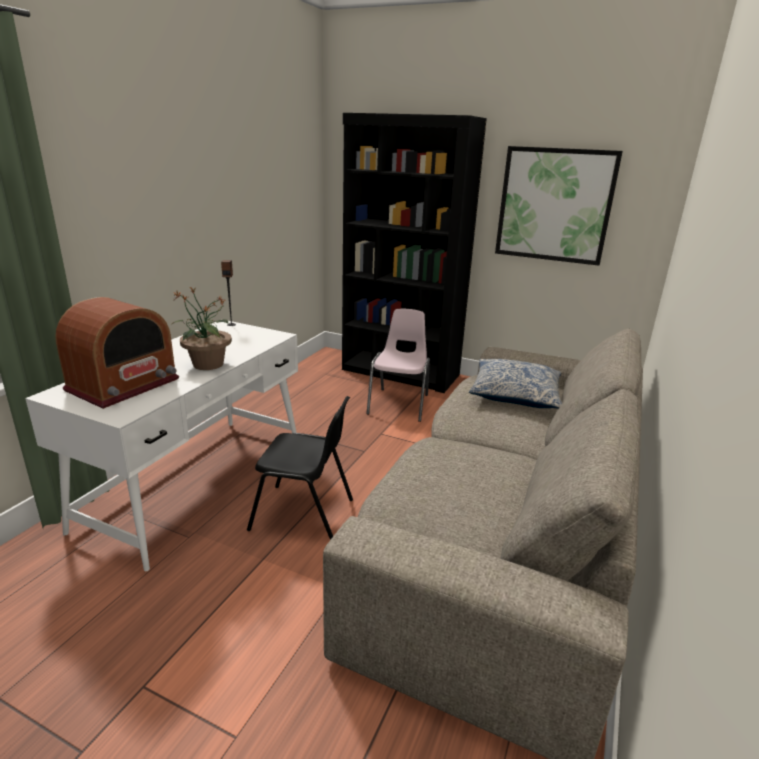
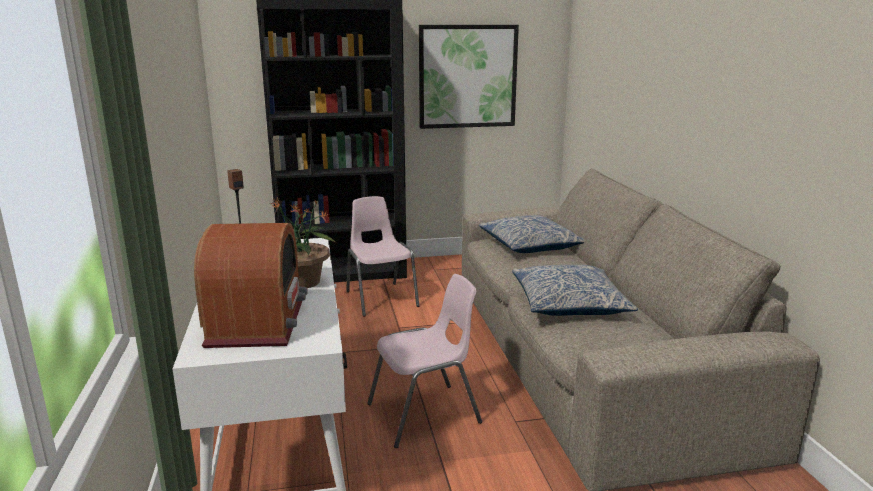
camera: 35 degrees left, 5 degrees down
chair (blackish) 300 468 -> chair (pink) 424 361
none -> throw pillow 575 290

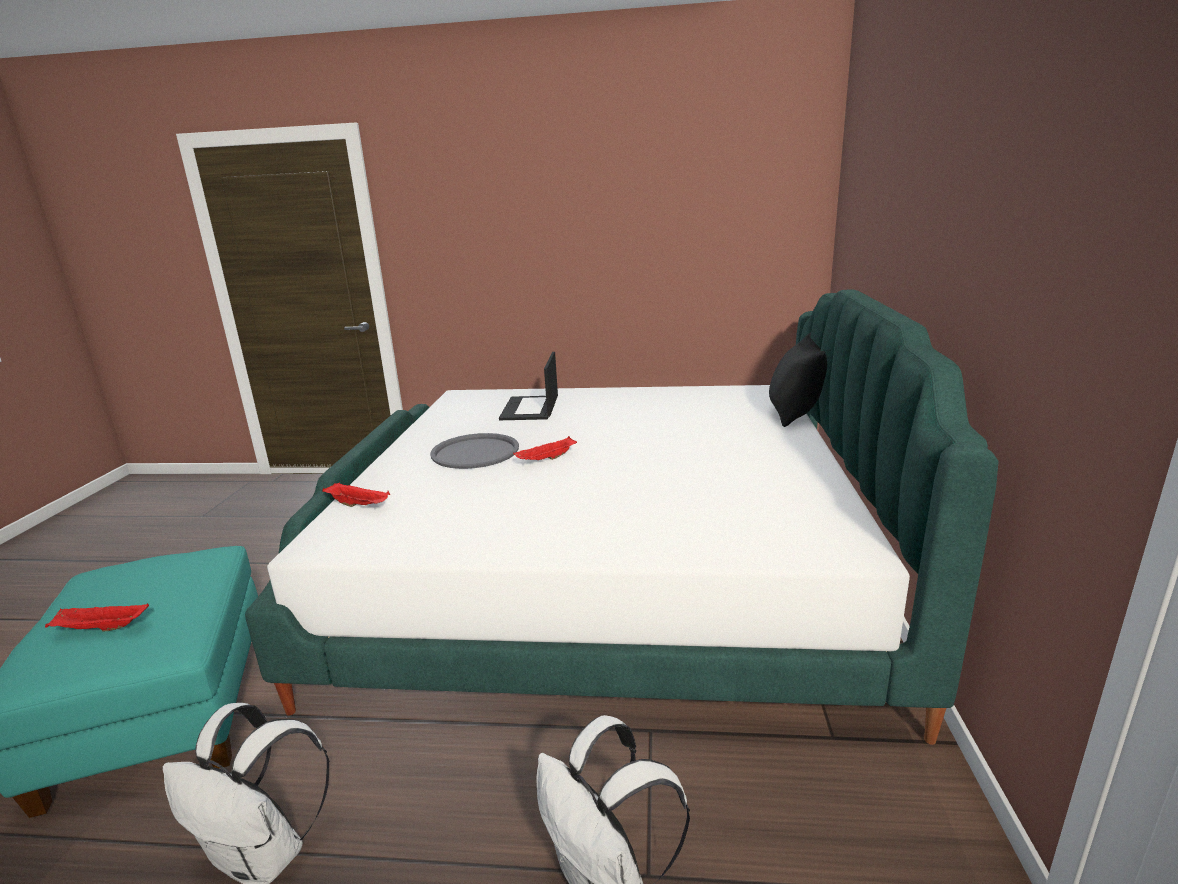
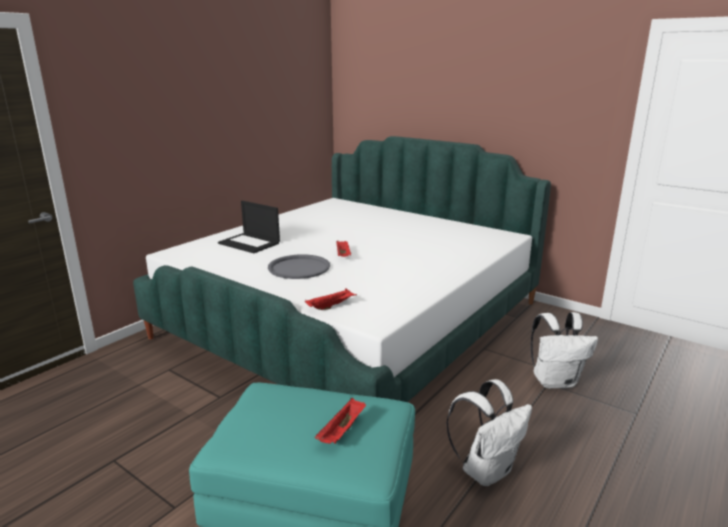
camera: 60 degrees left, 0 degrees up
throw pillow (blackish) 798 379 -> none

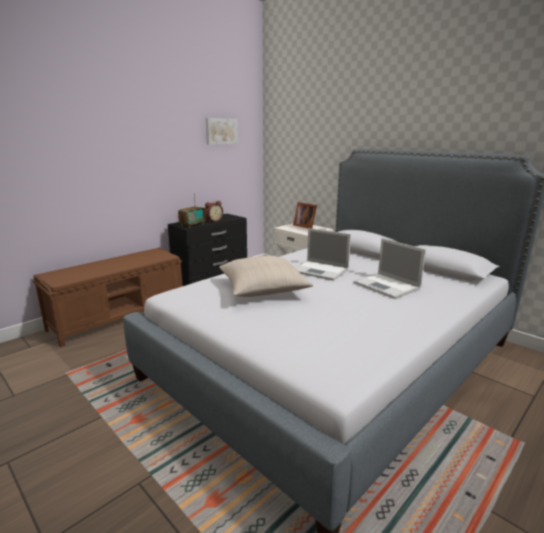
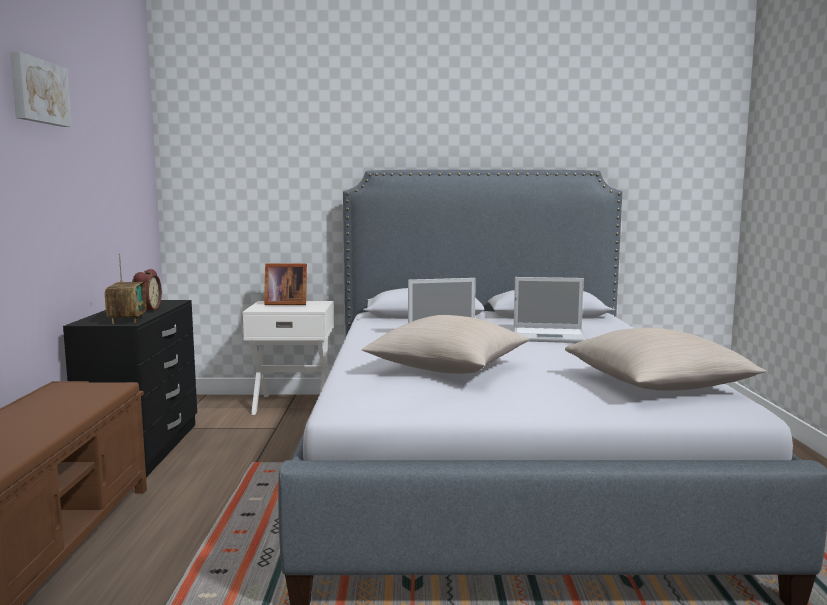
camera: 45 degrees left, 10 degrees down
wall picture 222 131 -> wall picture 41 89, move
none -> throw pillow (sand-coloured) 665 359

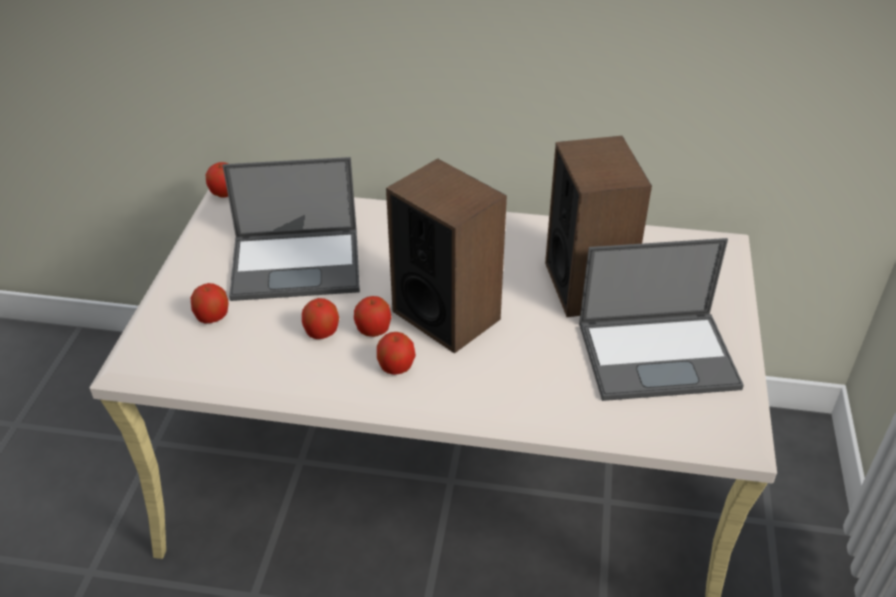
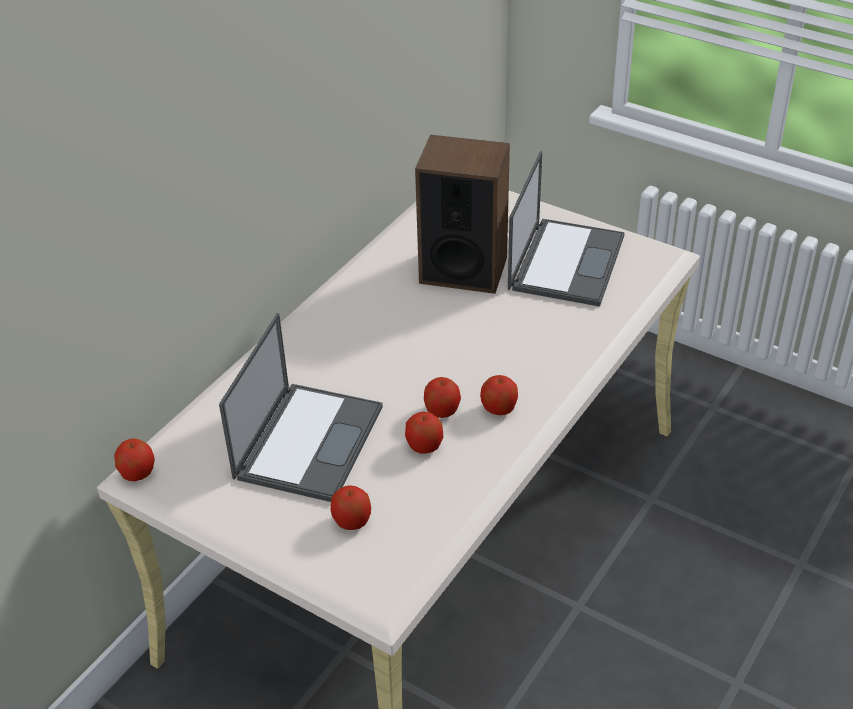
camera: 65 degrees left, 0 degrees up
speaker 446 256 -> none

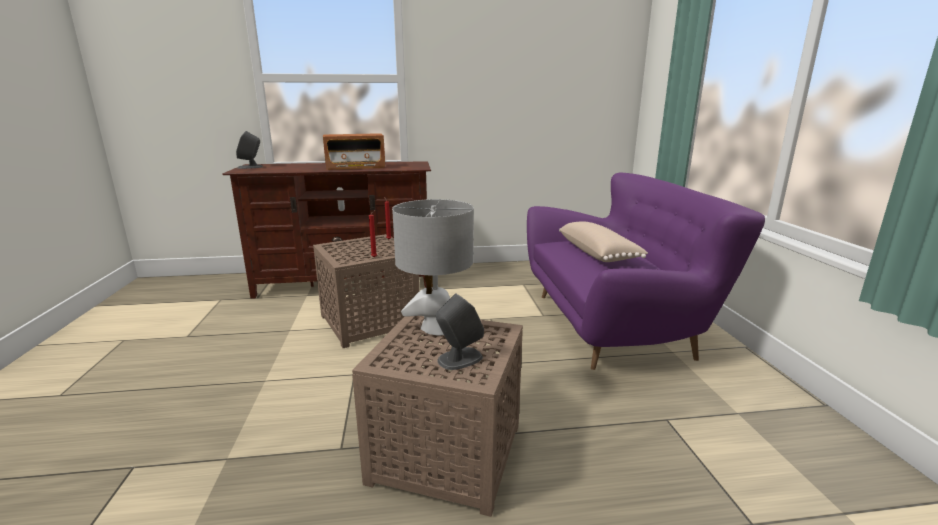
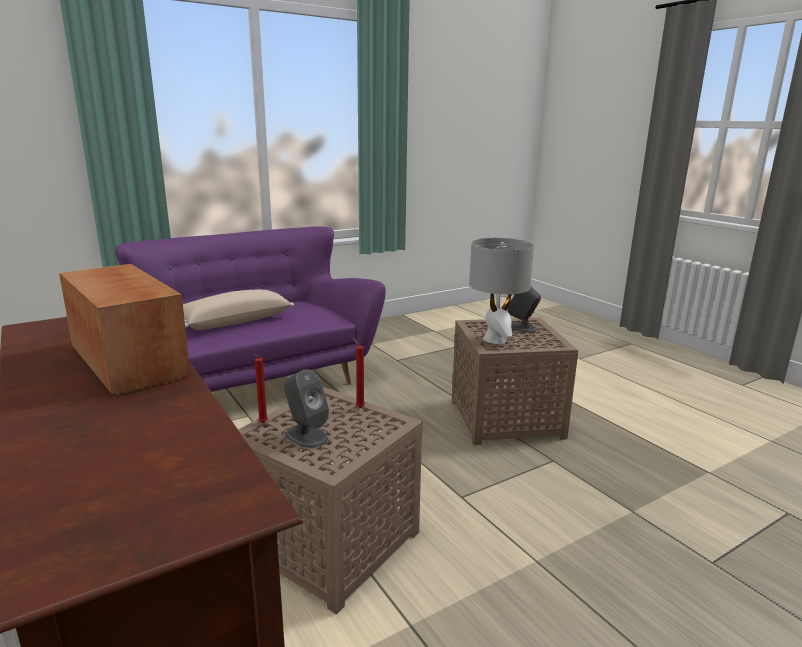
camera: 115 degrees left, 0 degrees up
speaker (gray) 249 150 -> speaker (gray) 306 408, move

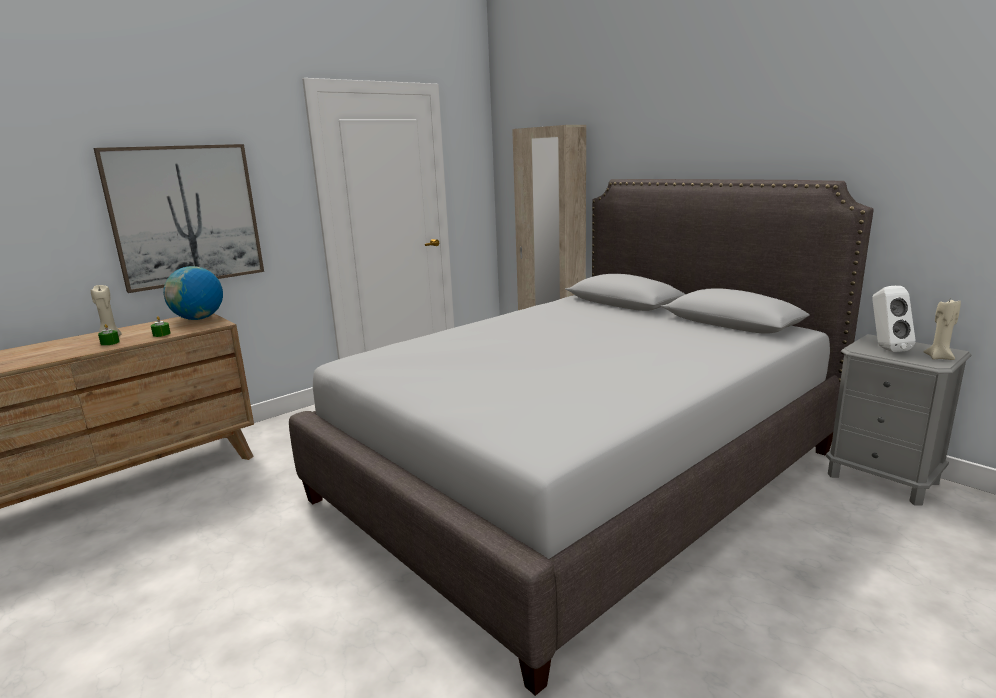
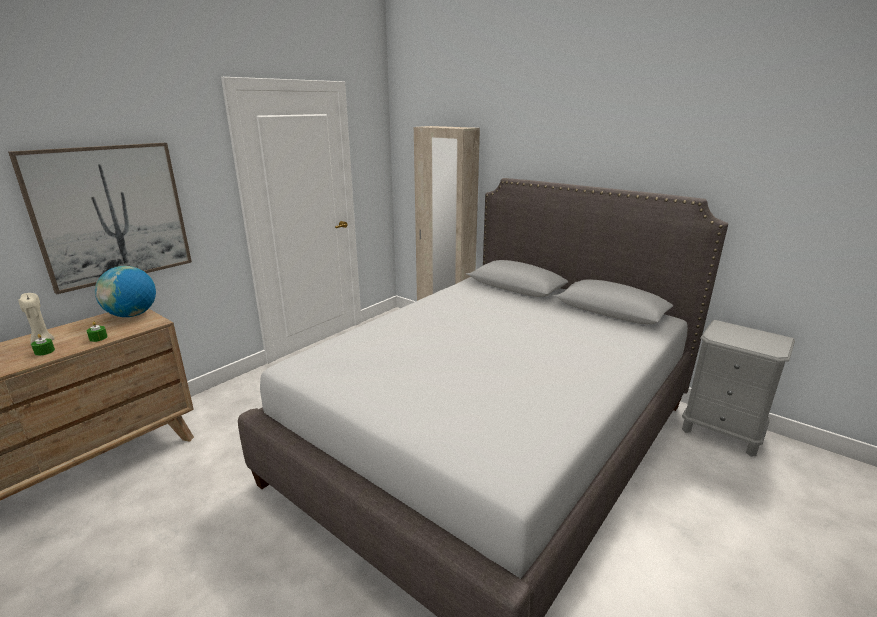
camera: 10 degrees left, 5 degrees up
speaker (whitish) 894 319 -> none
candle (sand-coloured) 942 330 -> none

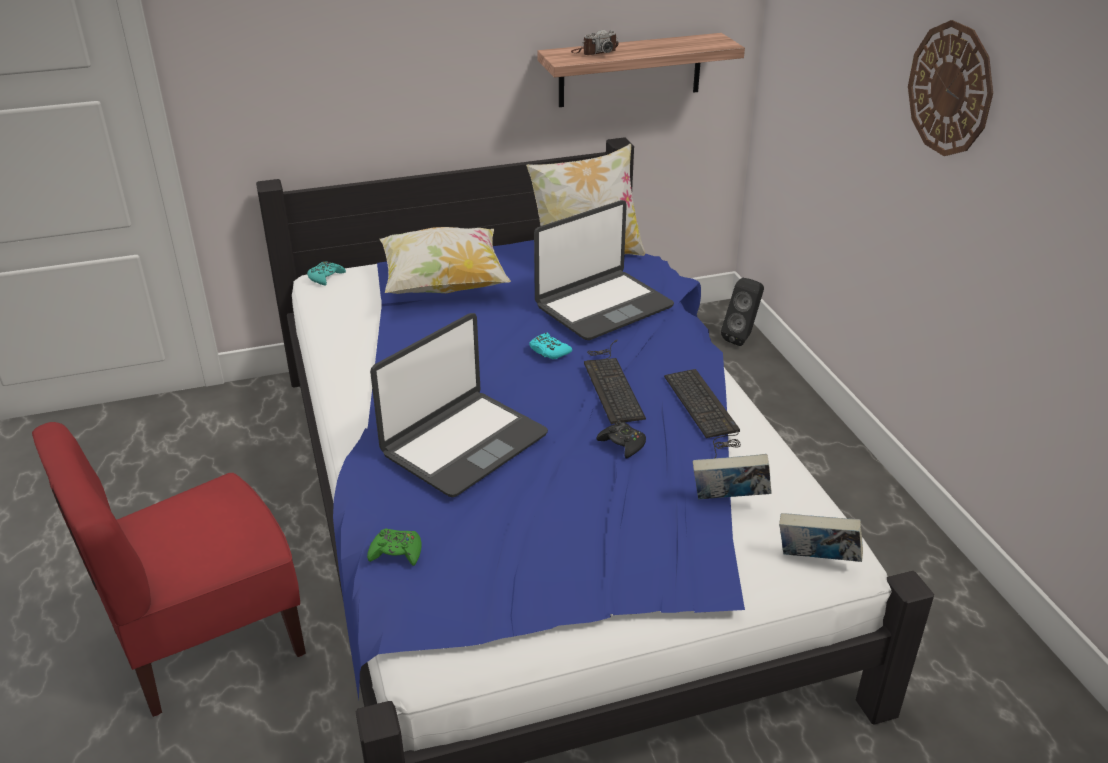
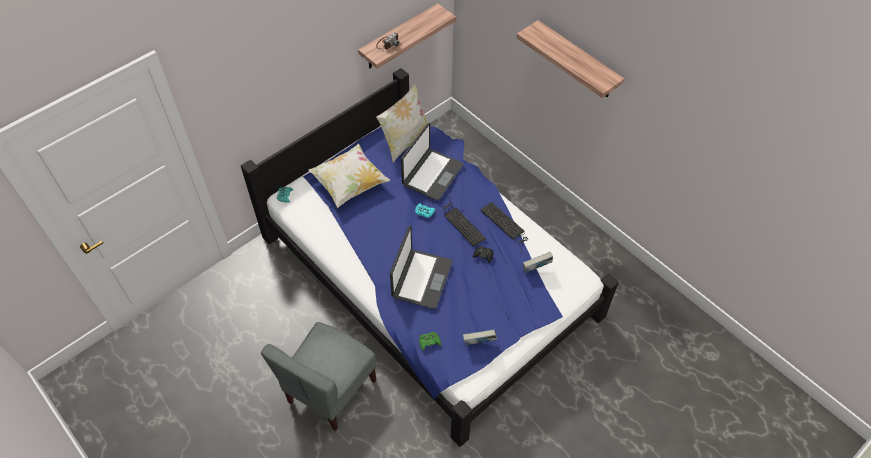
camera: 25 degrees left, 20 degrees up
chair (reddish) 169 569 -> chair (gray) 319 376
speaker (blackish) 742 312 -> none
book 821 537 -> book 480 337, move
clock on the wall 950 88 -> bracket shelf 570 59

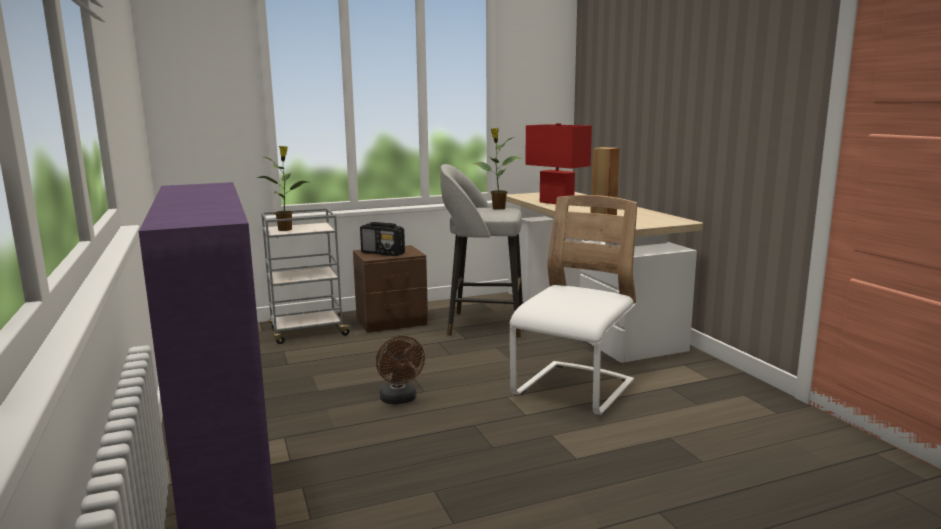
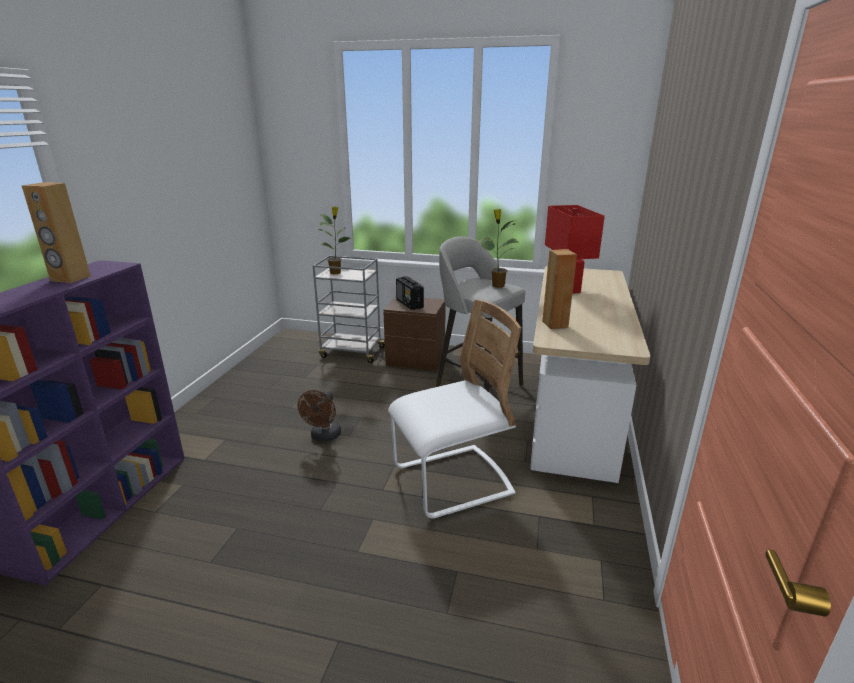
camera: 35 degrees right, 10 degrees up
none -> speaker (brownish) 56 232

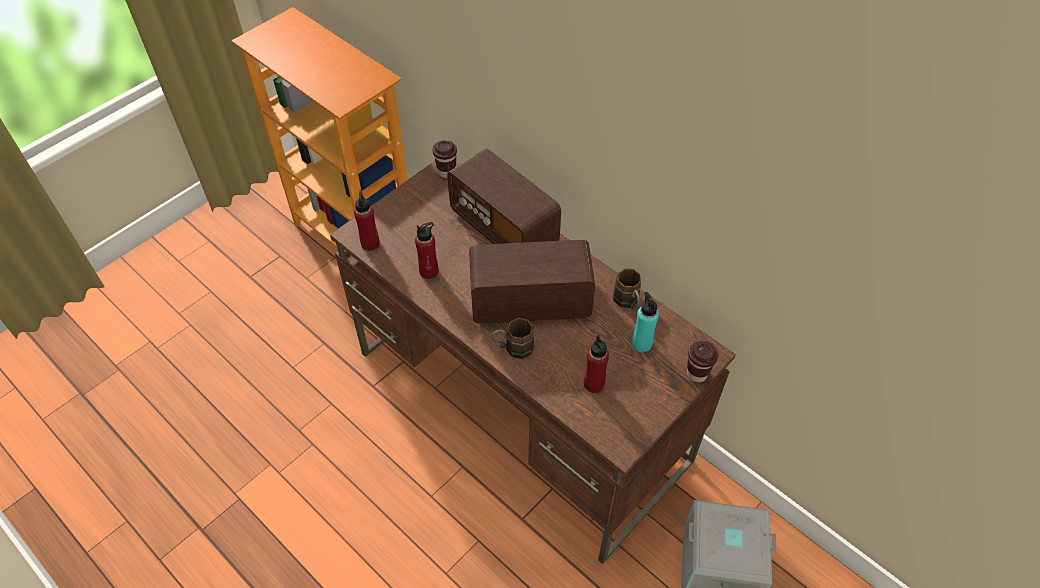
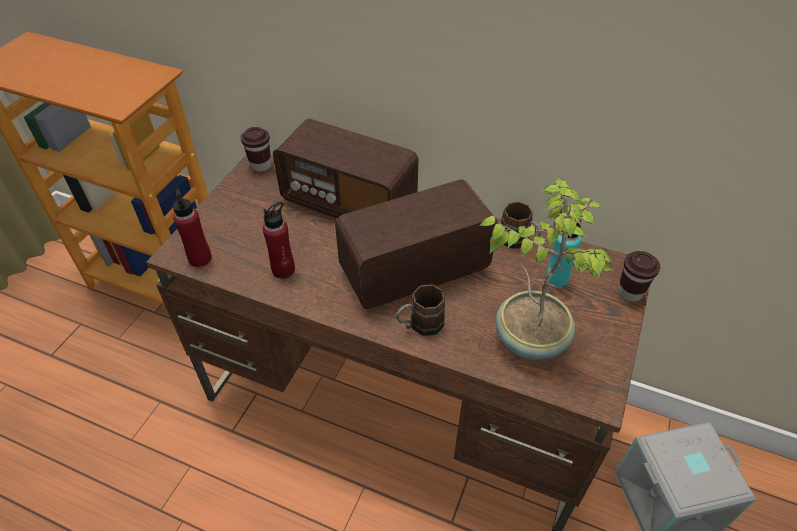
camera: 20 degrees left, 5 degrees down
beverage bottle (reddish) 596 364 -> plant in a pot 546 269

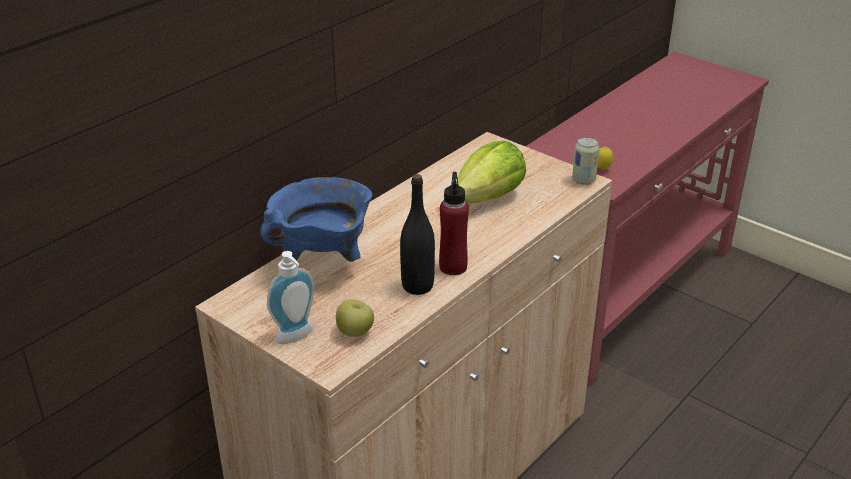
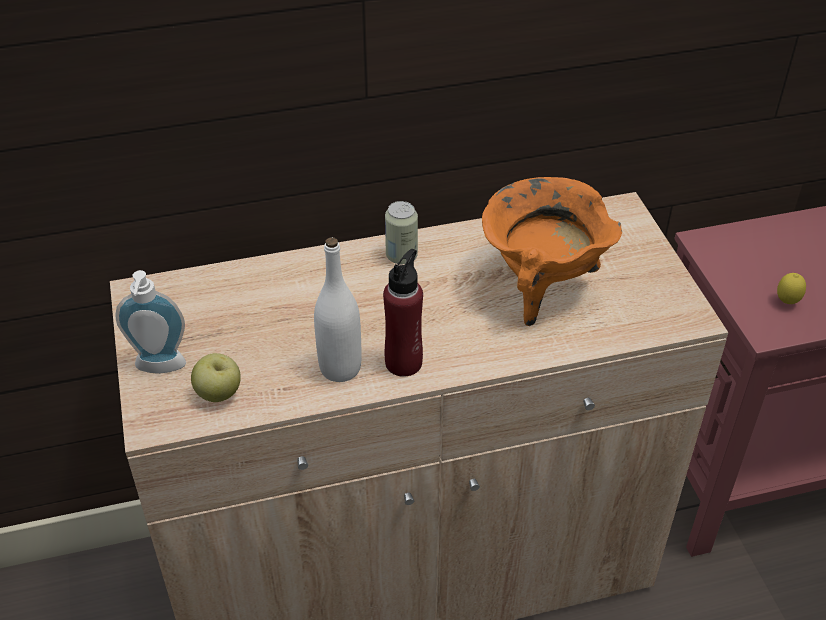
camera: 35 degrees right, 10 degrees up
stockpot (blue) 316 219 -> none
beverage bottle (blackish) 417 234 -> beverage bottle (whitish) 338 309
lettuce 491 172 -> stockpot (orange-coloured) 552 251
metal can 585 161 -> metal can 401 232, move

